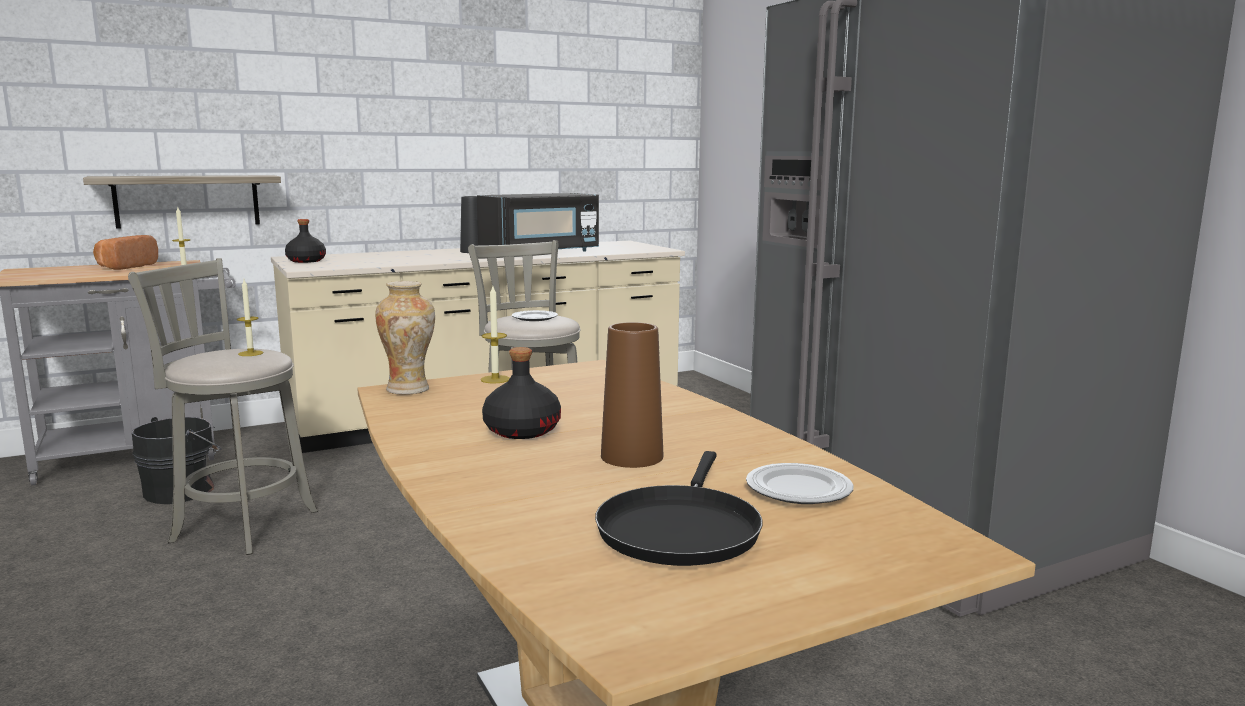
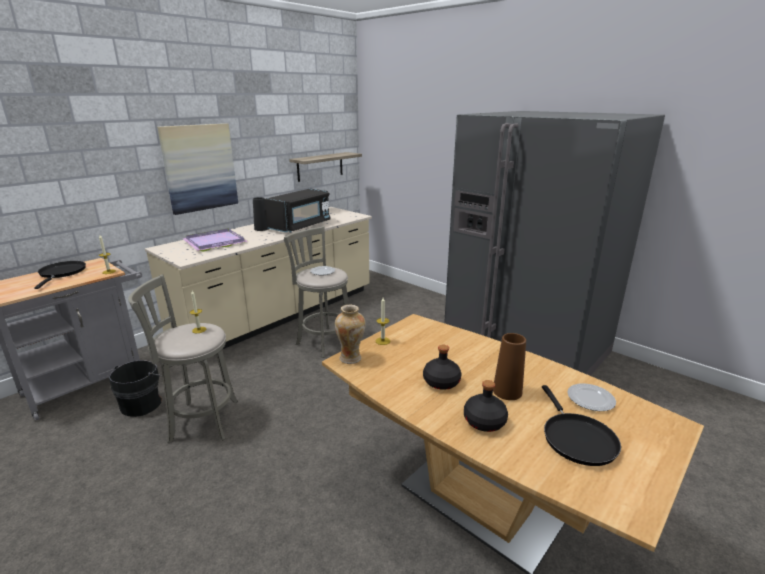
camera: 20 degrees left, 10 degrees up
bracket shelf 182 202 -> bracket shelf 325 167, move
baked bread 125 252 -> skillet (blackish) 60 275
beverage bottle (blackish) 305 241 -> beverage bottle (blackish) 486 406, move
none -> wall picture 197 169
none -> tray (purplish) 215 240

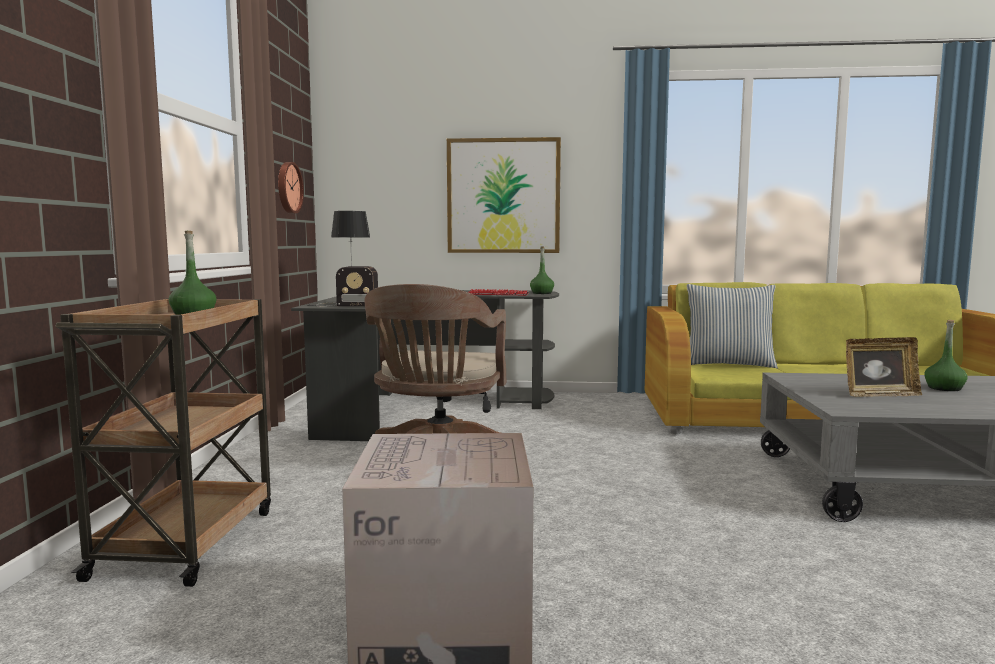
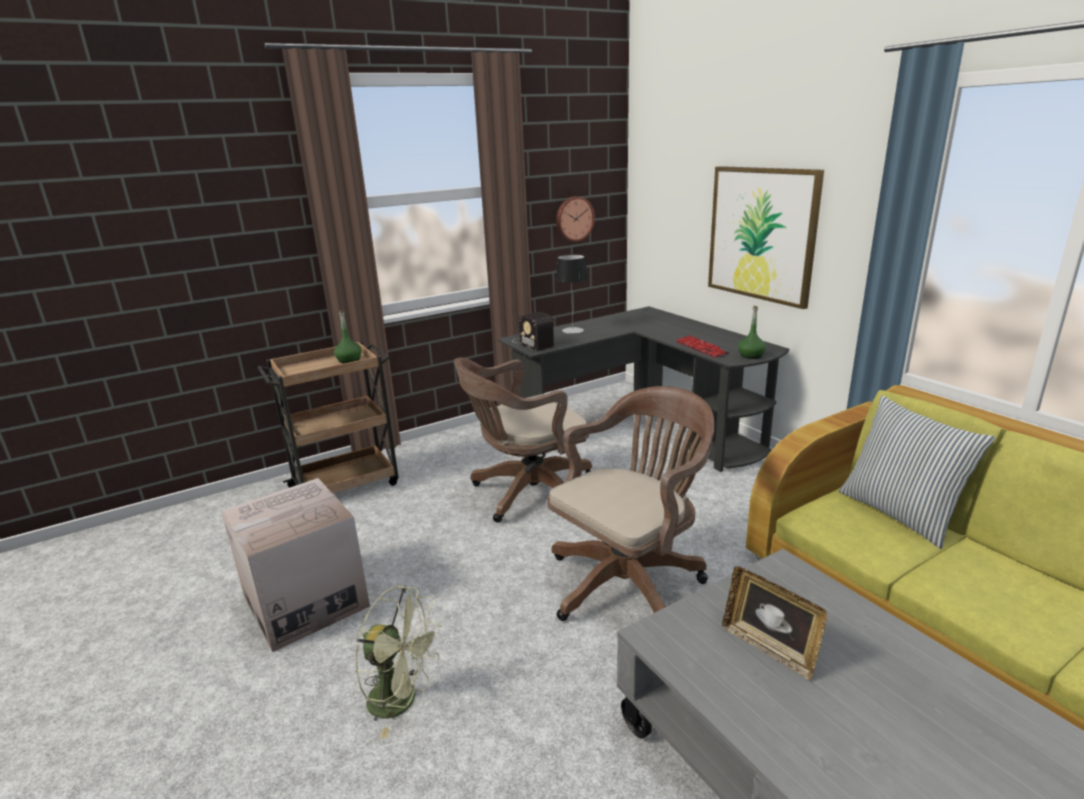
camera: 55 degrees right, 15 degrees up
beverage bottle (greenish) 946 355 -> none
none -> fan (greenish) 399 662
none -> office chair (brownish) 630 503

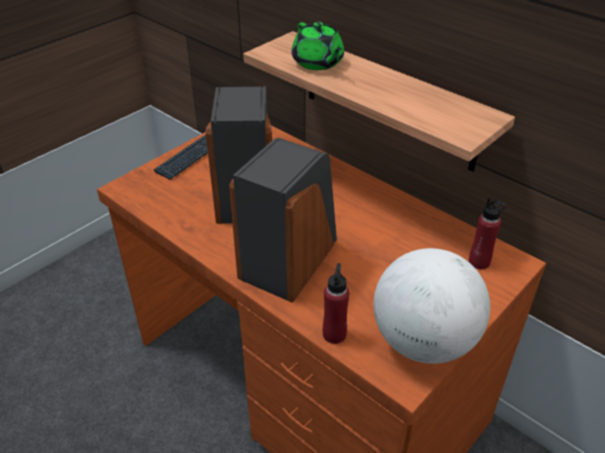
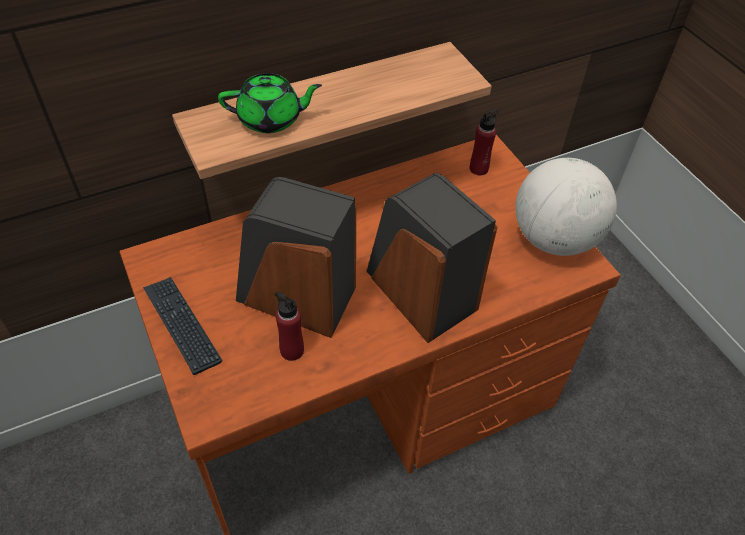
camera: 70 degrees left, 10 degrees up
beverage bottle (reddish) 336 303 -> beverage bottle (reddish) 289 326, move

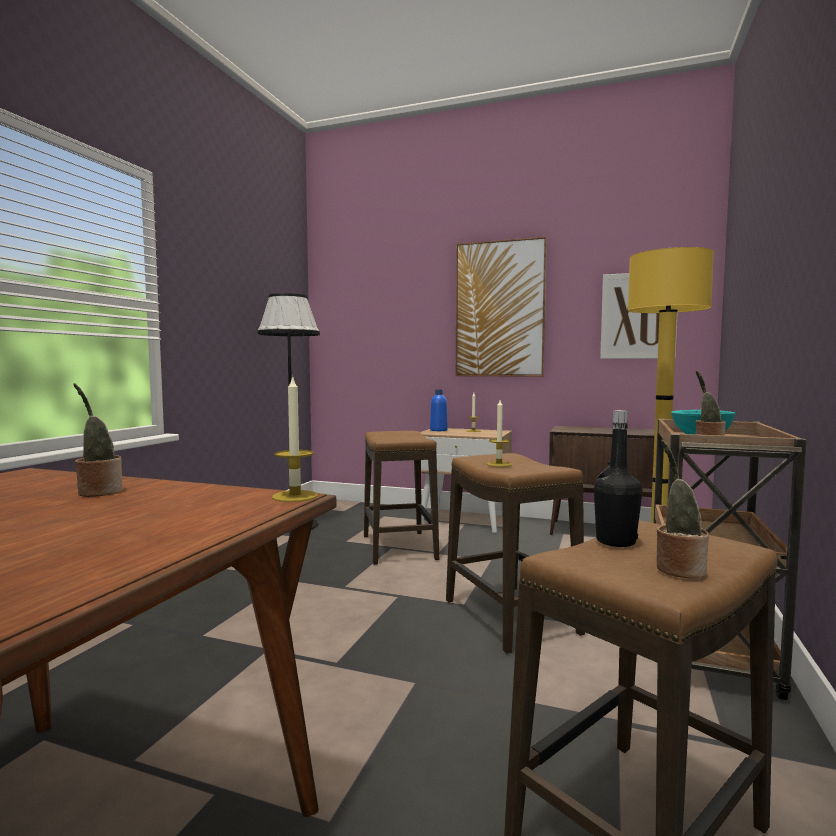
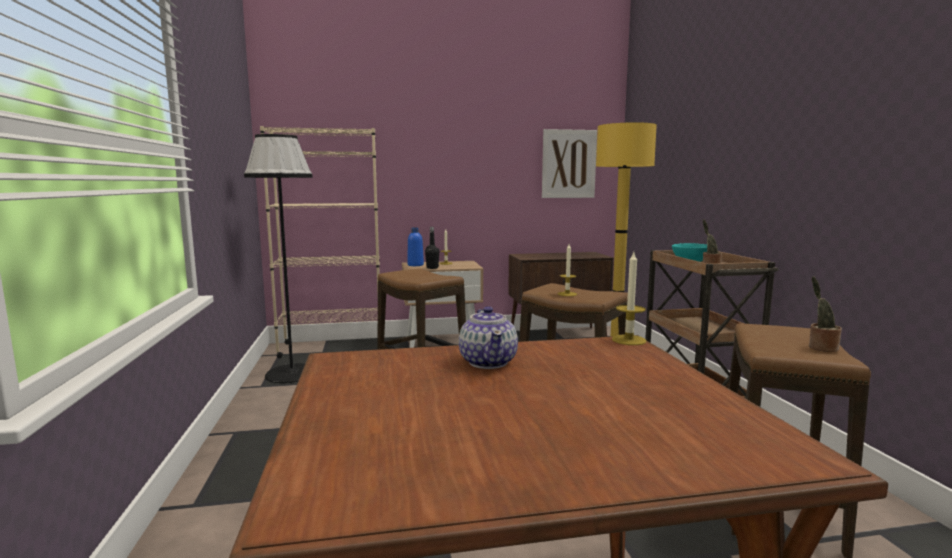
camera: 30 degrees left, 5 degrees up
plant in a pot 98 440 -> tea pot 488 337
wall picture 501 307 -> none
beverage bottle (blackish) 618 478 -> beverage bottle (blackish) 432 248, move
none -> shelving unit (sand-coloured) 322 242

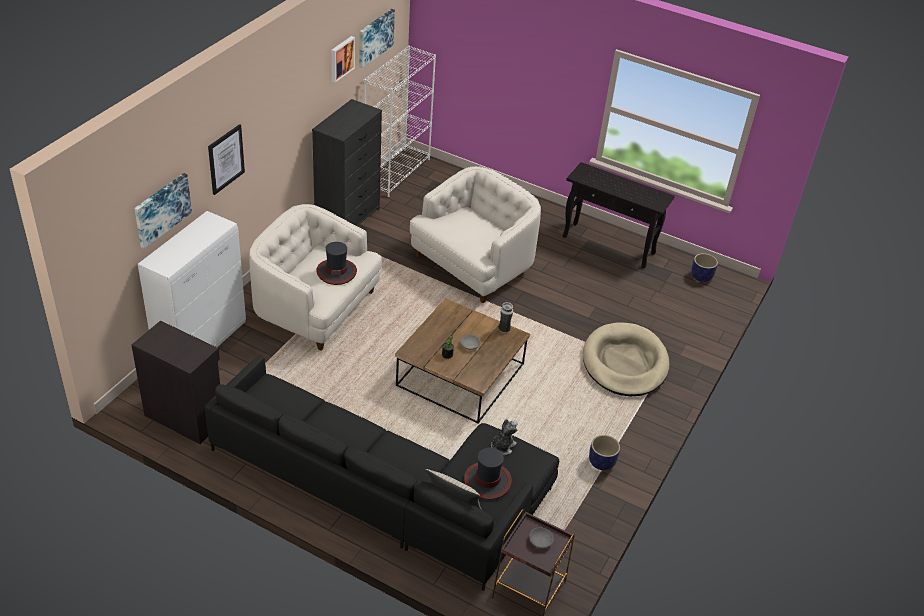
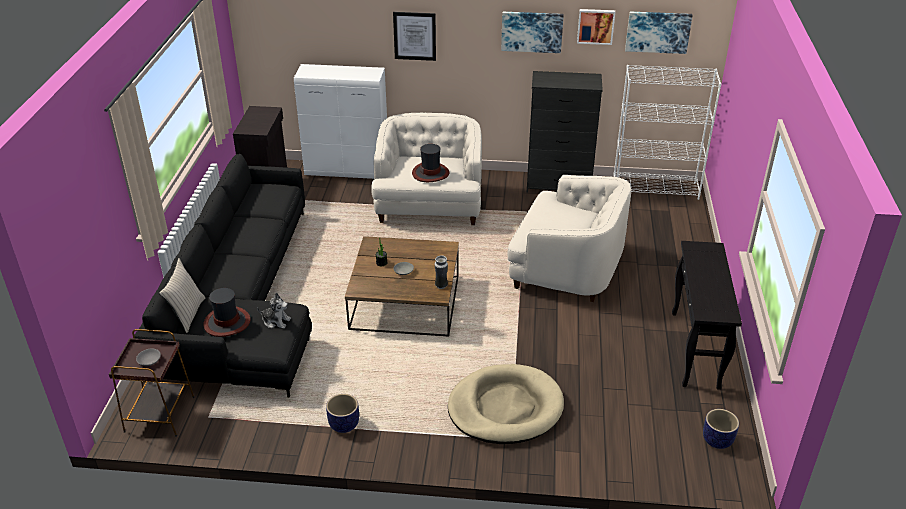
camera: 70 degrees right, 5 degrees down
wall picture 163 211 -> wall picture 532 32, move

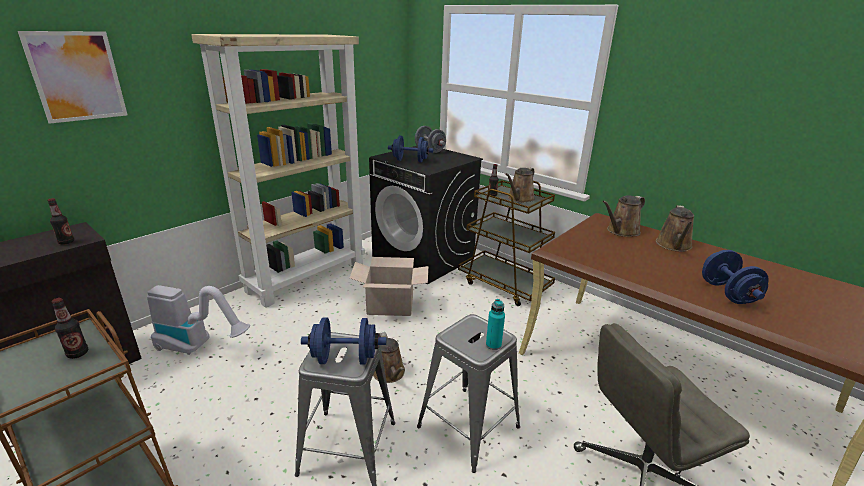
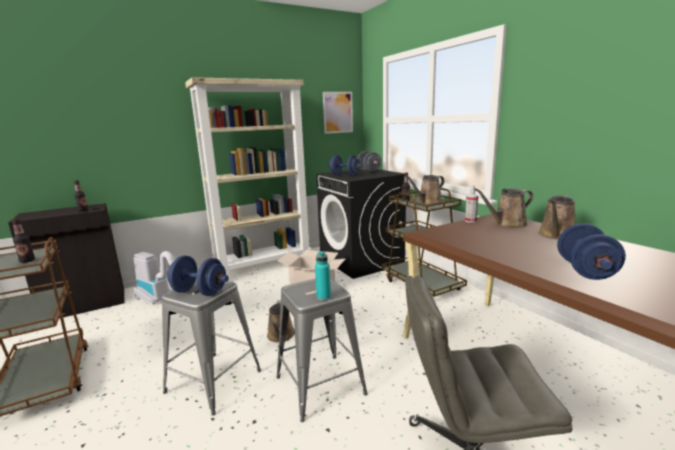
camera: 20 degrees right, 10 degrees down
wall picture 73 77 -> wall picture 338 113, move
none -> spray bottle 471 204

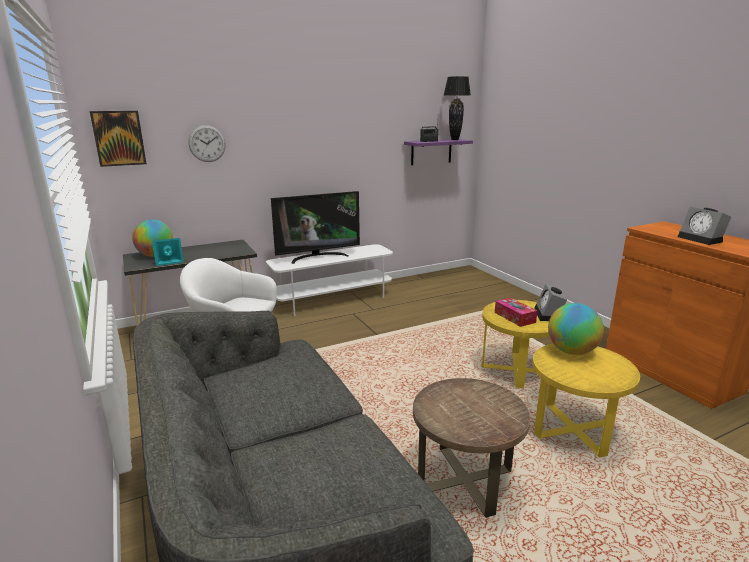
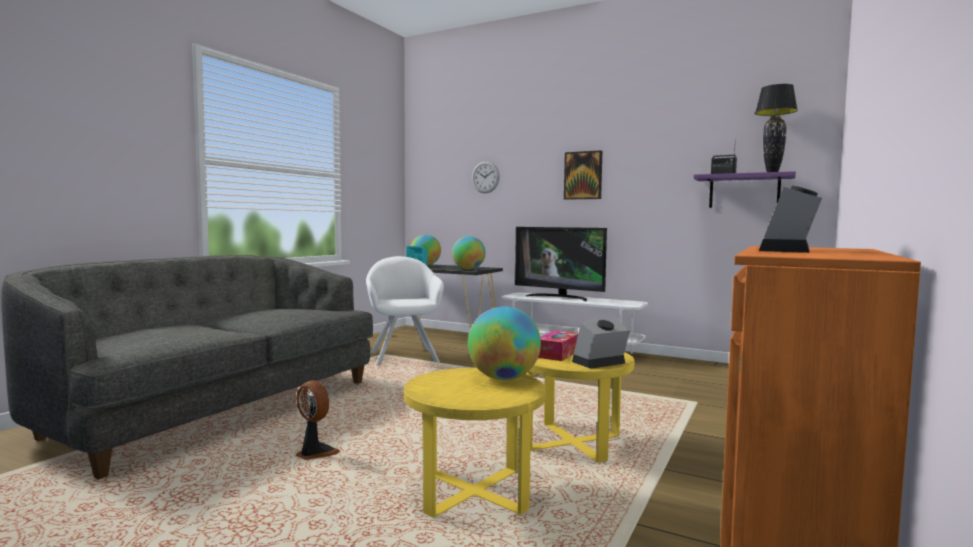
camera: 55 degrees right, 15 degrees down
wall picture 118 139 -> wall picture 583 175, move
end table (brownish) 471 448 -> fan 318 420
none -> world globe 469 253

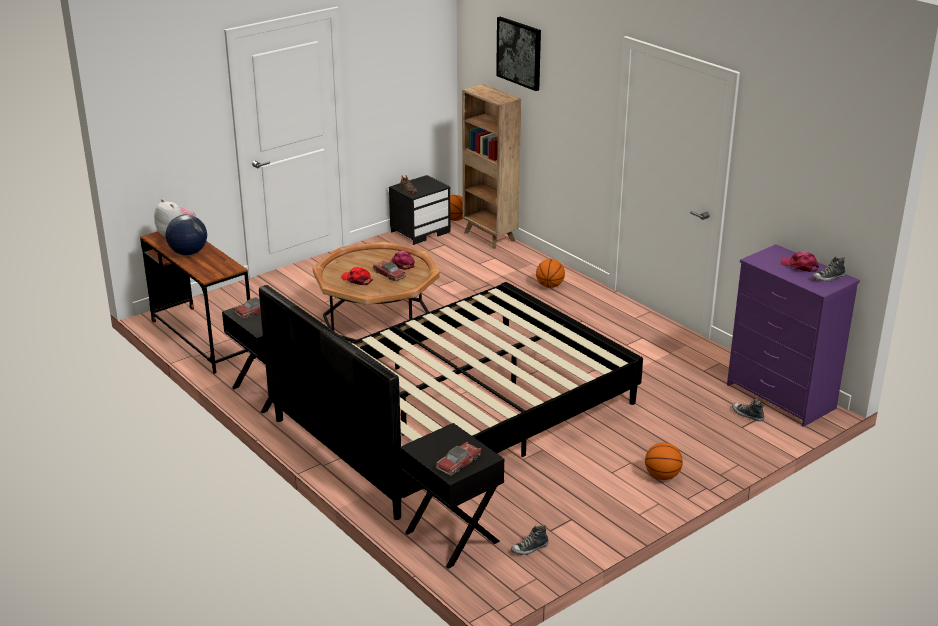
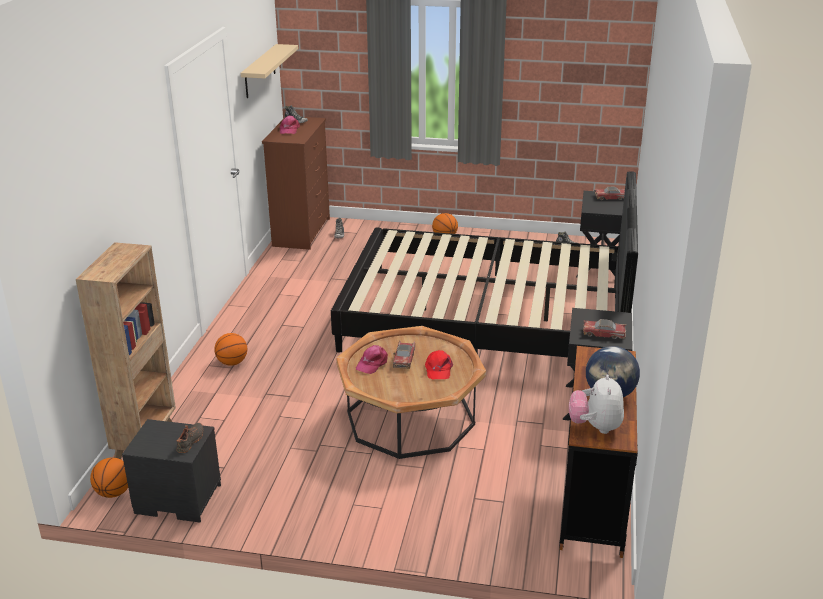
camera: 130 degrees left, 0 degrees up
wall picture 518 53 -> none
chest of drawers (purplish) 793 335 -> chest of drawers (brownish) 296 183
none -> bracket shelf (sand-coloured) 269 71

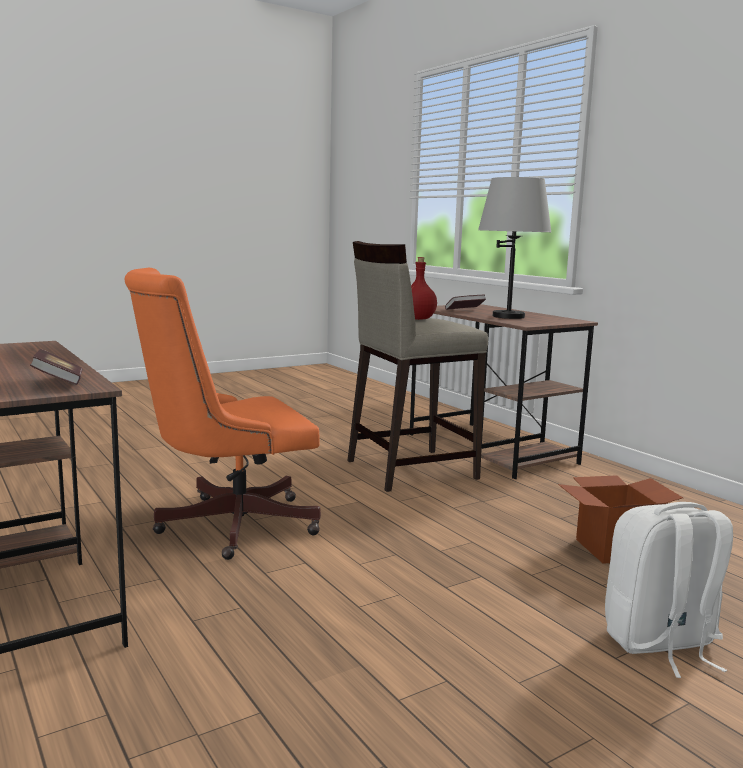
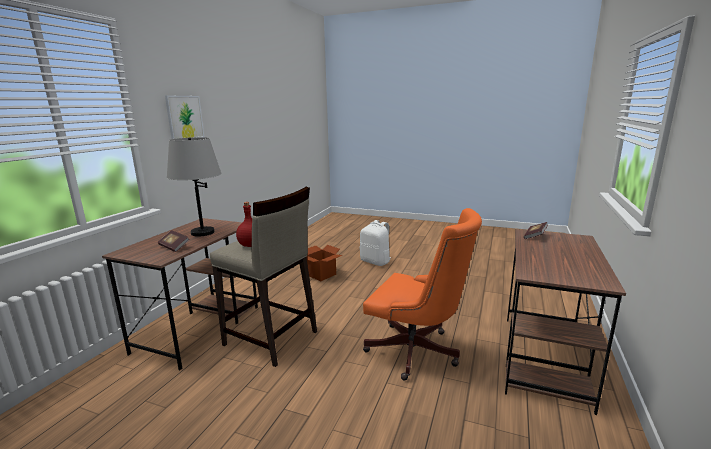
camera: 125 degrees left, 5 degrees up
none -> wall picture 184 117

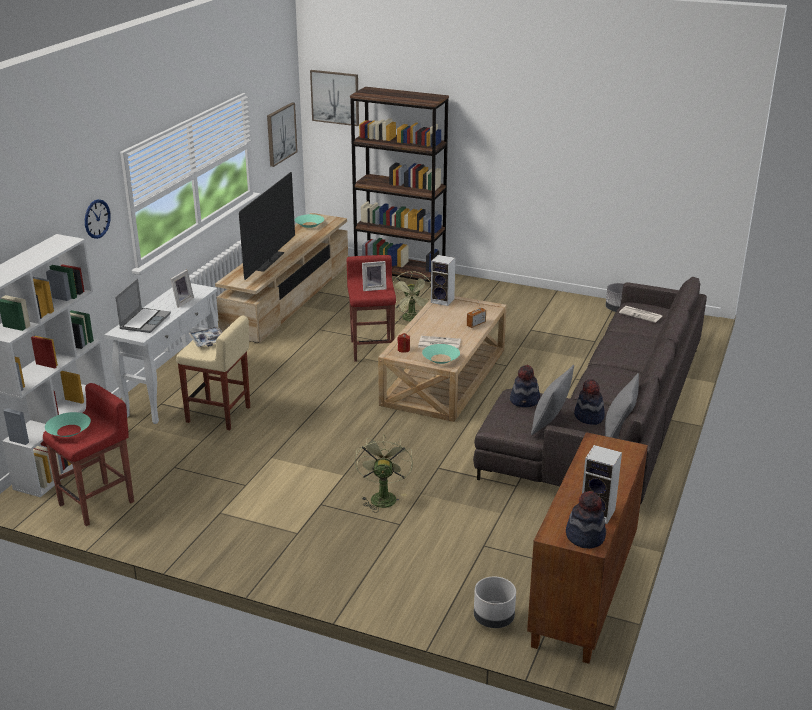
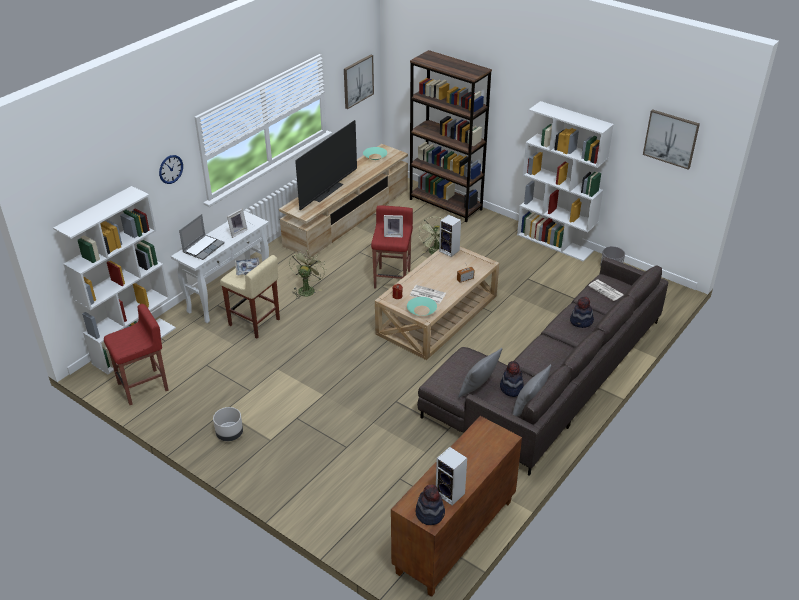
camera: 15 degrees right, 10 degrees up
serving bowl (turquoise-coloured) 68 424 -> none
wall picture 334 98 -> wall picture 671 139, move
fan (greenish) 384 474 -> fan (greenish) 307 275, move
planter (gray) 495 602 -> planter (gray) 228 424, move
wearable hat 525 386 -> wearable hat 582 312, move
none -> shelving unit (whitish) 565 181

